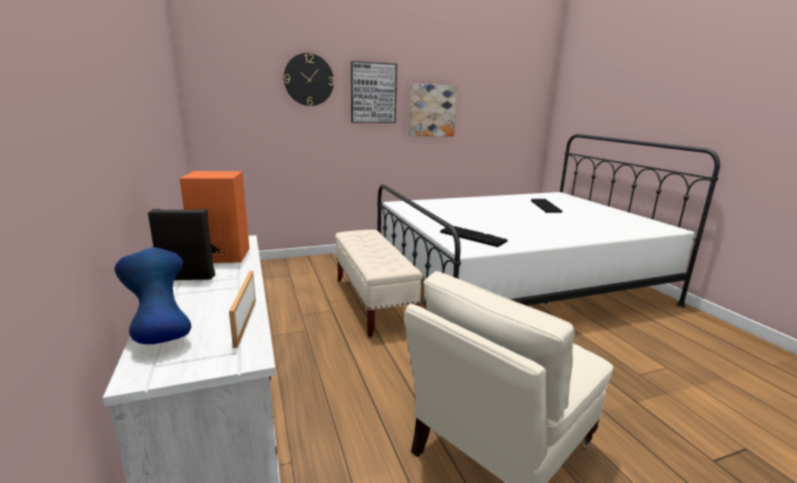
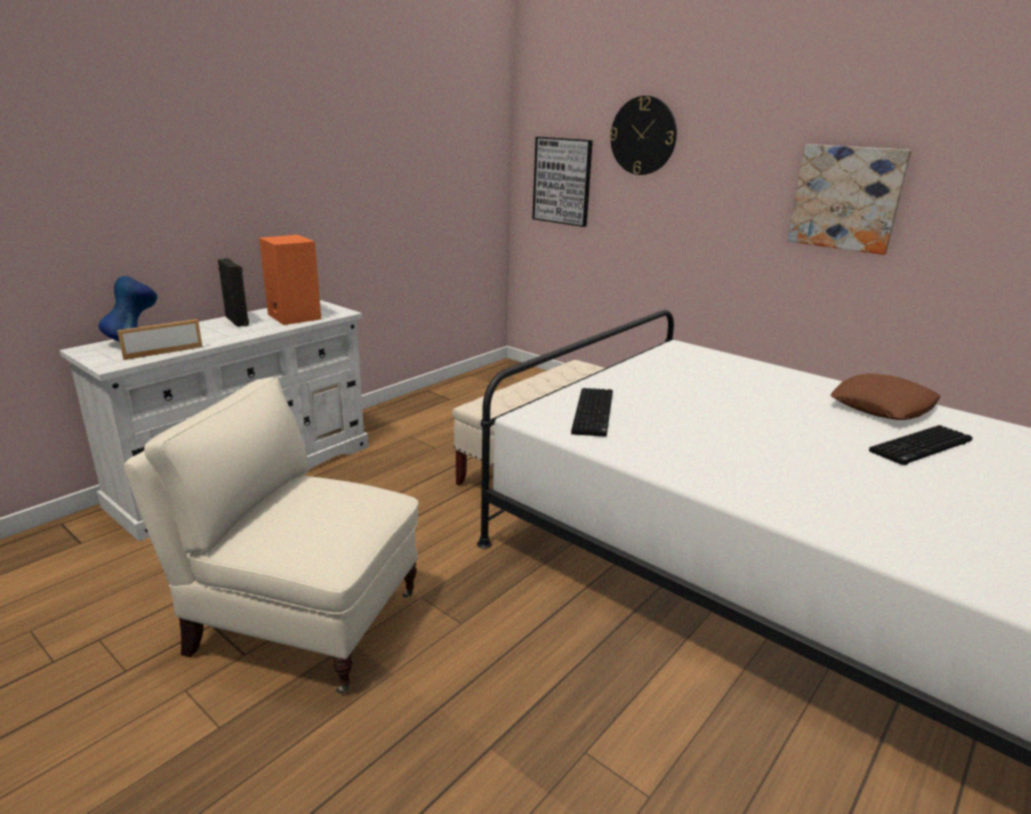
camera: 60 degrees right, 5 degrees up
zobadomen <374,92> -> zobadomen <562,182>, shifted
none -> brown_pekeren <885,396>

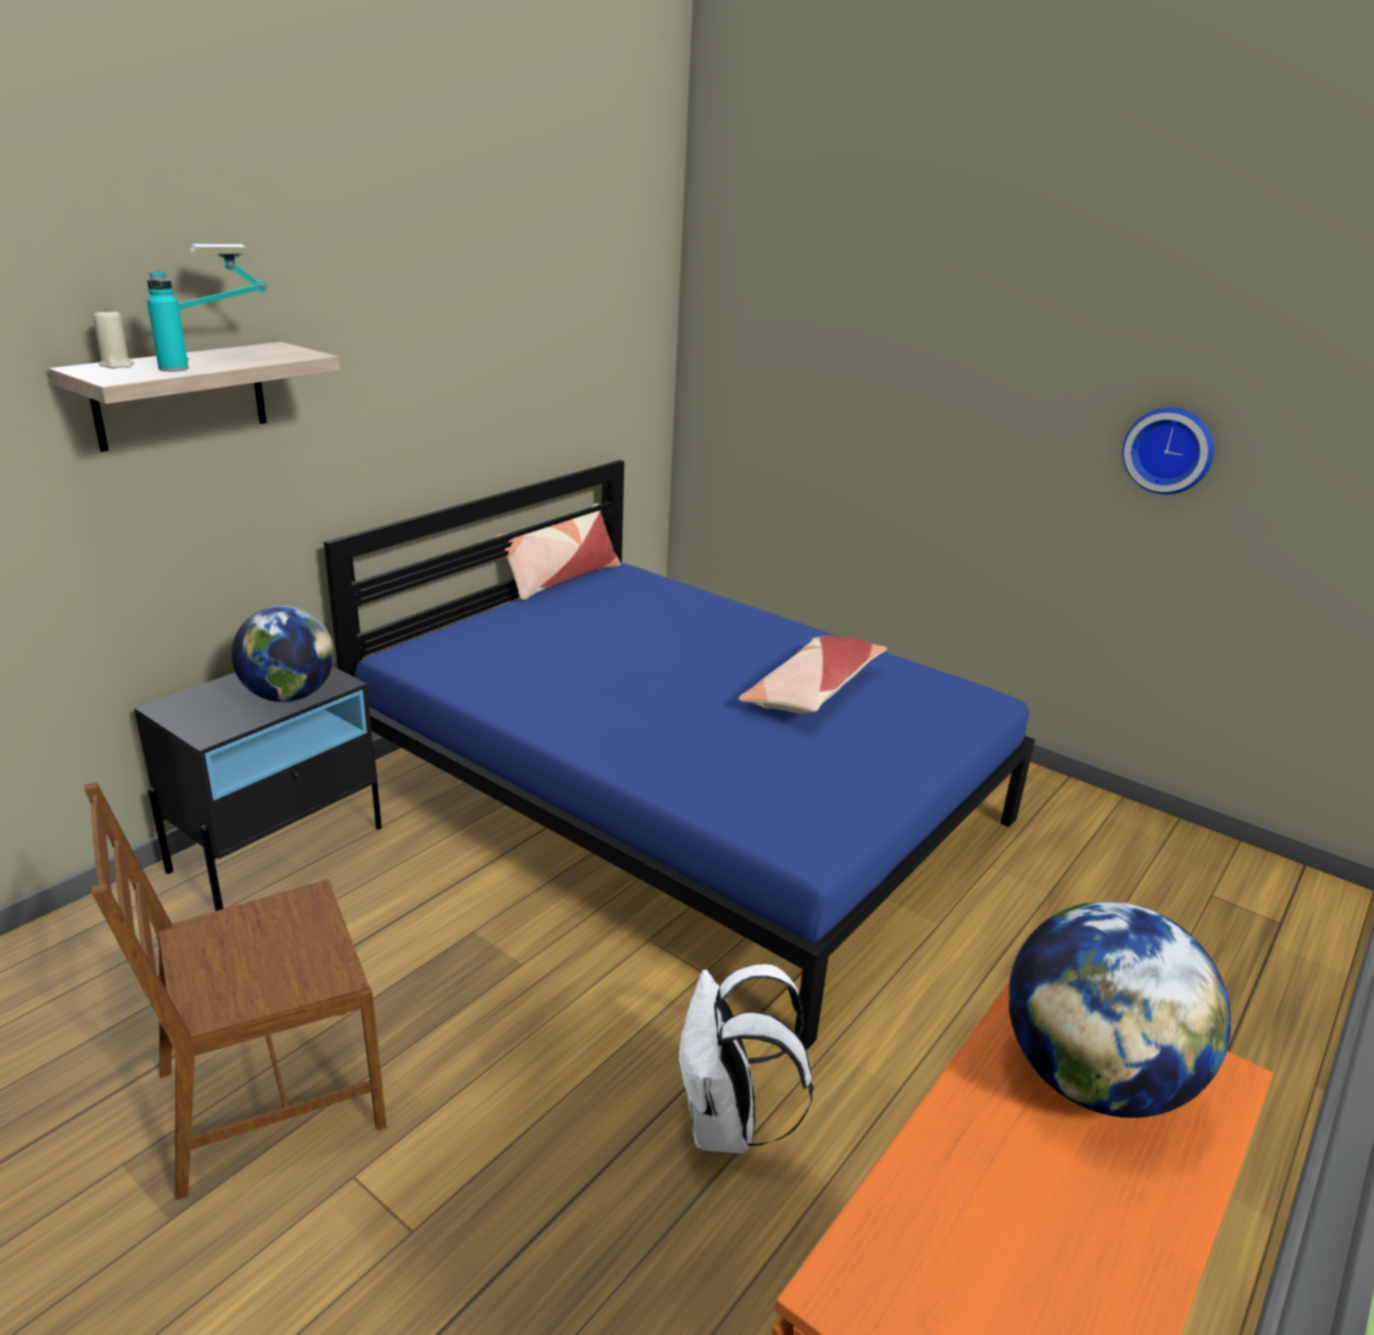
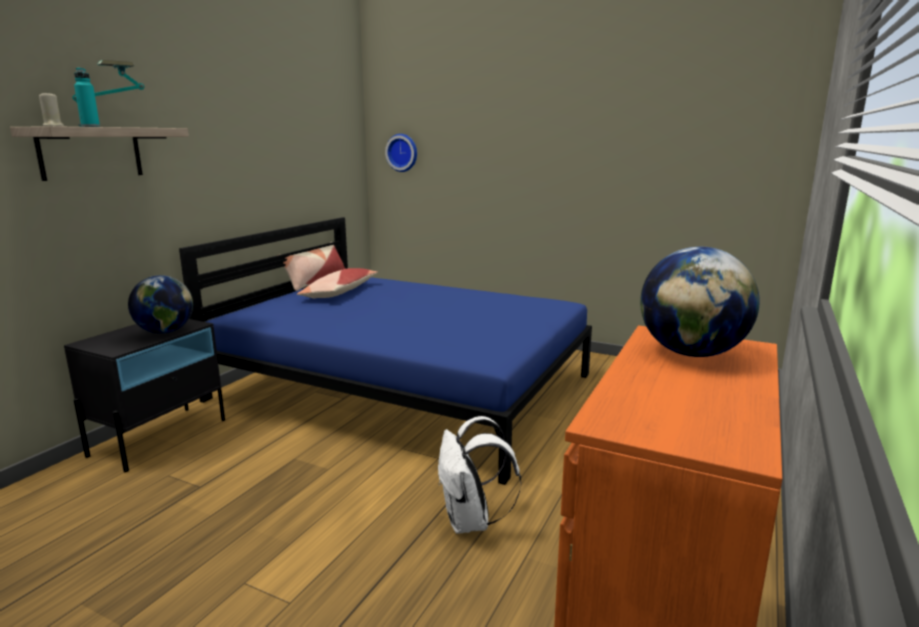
camera: 10 degrees left, 10 degrees down
pekeren <812,674> -> pekeren <337,283>, shifted
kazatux <1168,451> -> kazatux <401,153>, shifted
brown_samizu <235,991> -> none

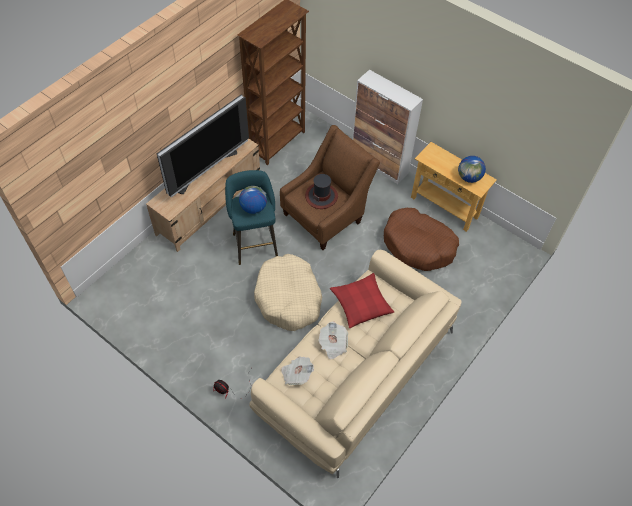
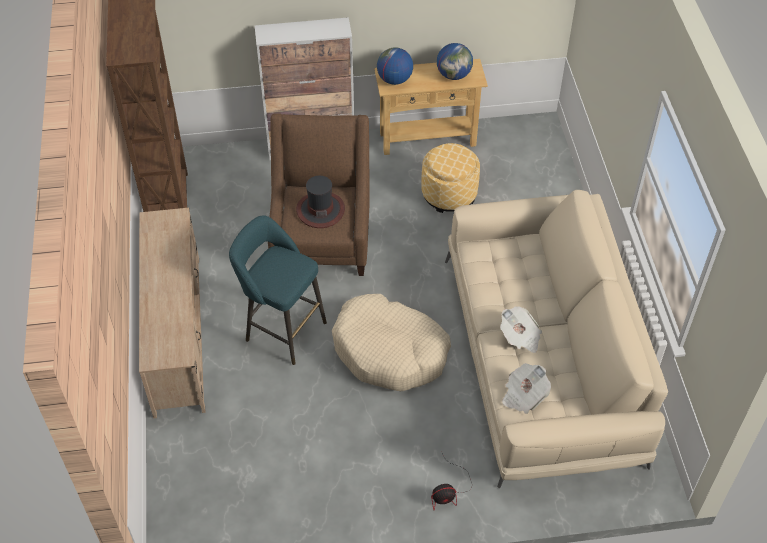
camera: 45 degrees left, 5 degrees down
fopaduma <253,200> -> fopaduma <395,66>, shifted
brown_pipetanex <421,239> -> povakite <451,178>
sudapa <203,145> -> none
red_pekeren <362,300> -> none

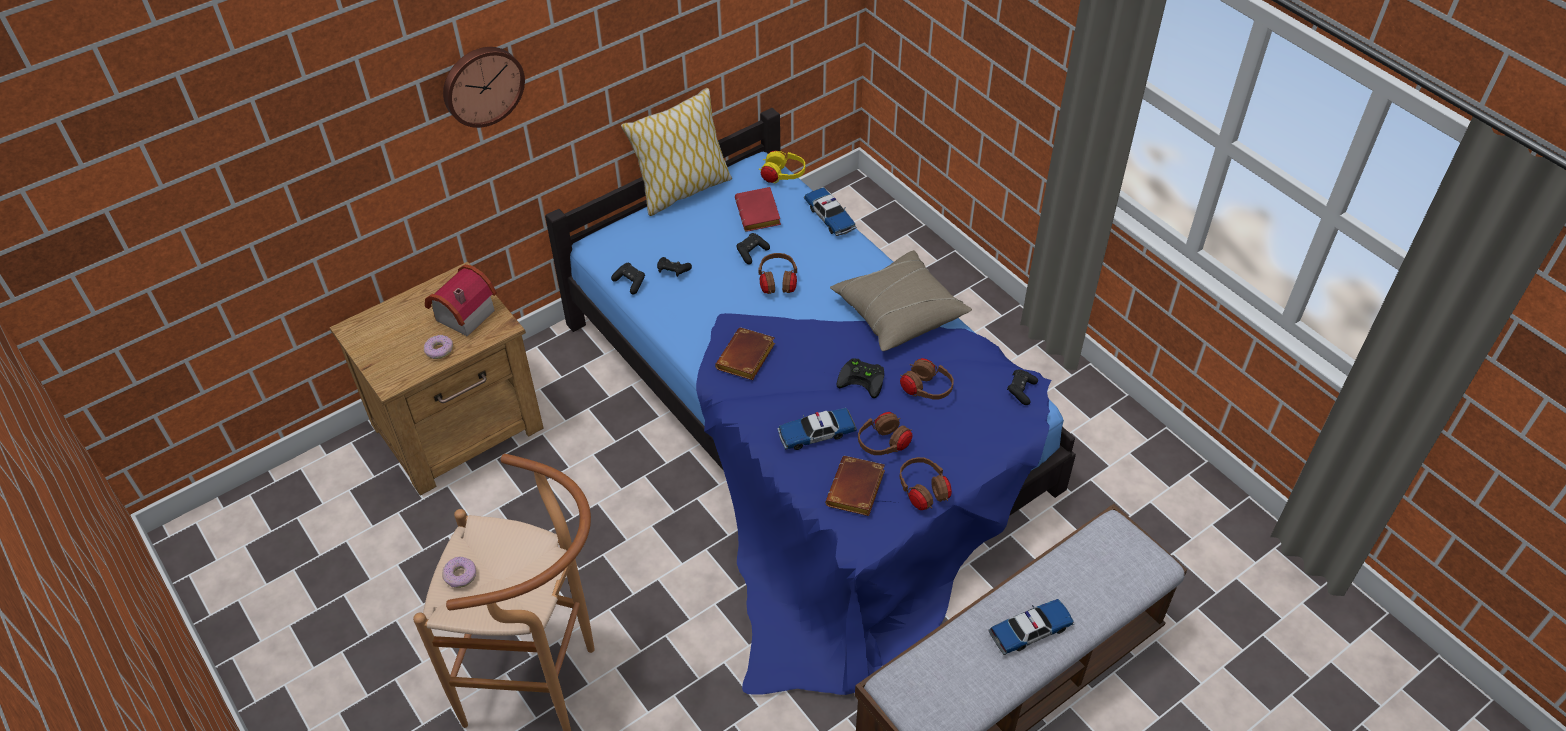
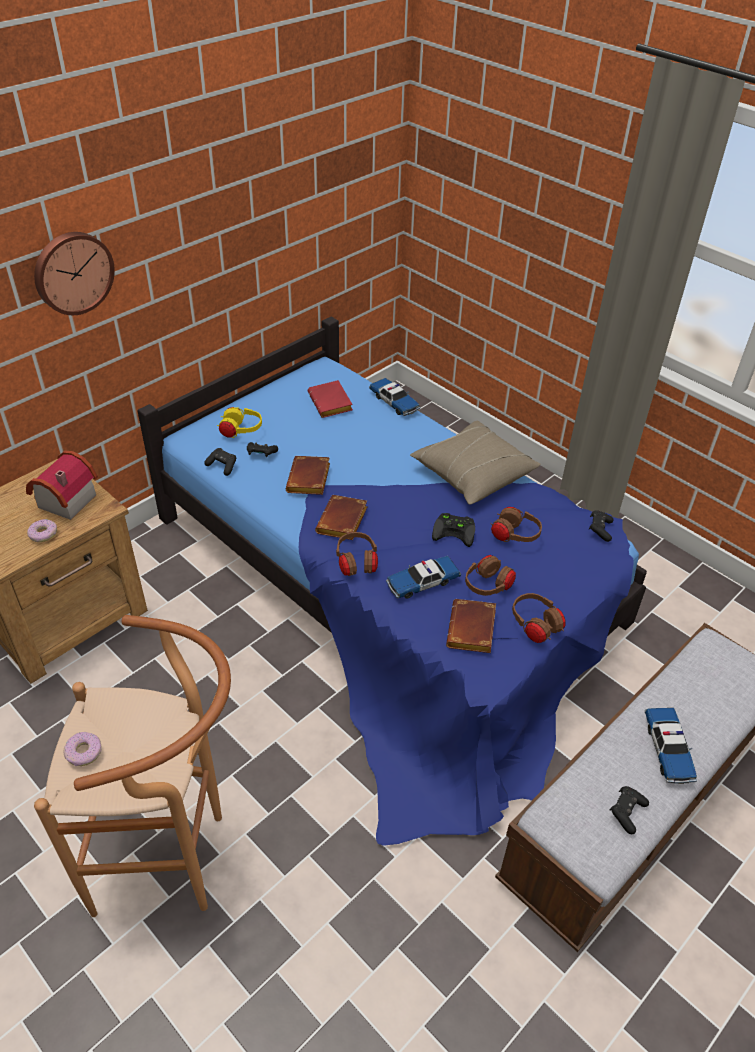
camera: 10 degrees left, 5 degrees down
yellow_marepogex <782,166> -> yellow_marepogex <239,422>, shifted
none -> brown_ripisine <308,475>
brown_marepogex <777,273> -> brown_marepogex <357,554>, shifted
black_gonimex <753,249> -> black_gonimex <629,810>, shifted
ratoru <1031,627> -> ratoru <671,746>, 120 degrees clockwise
pekeren <676,152> -> none

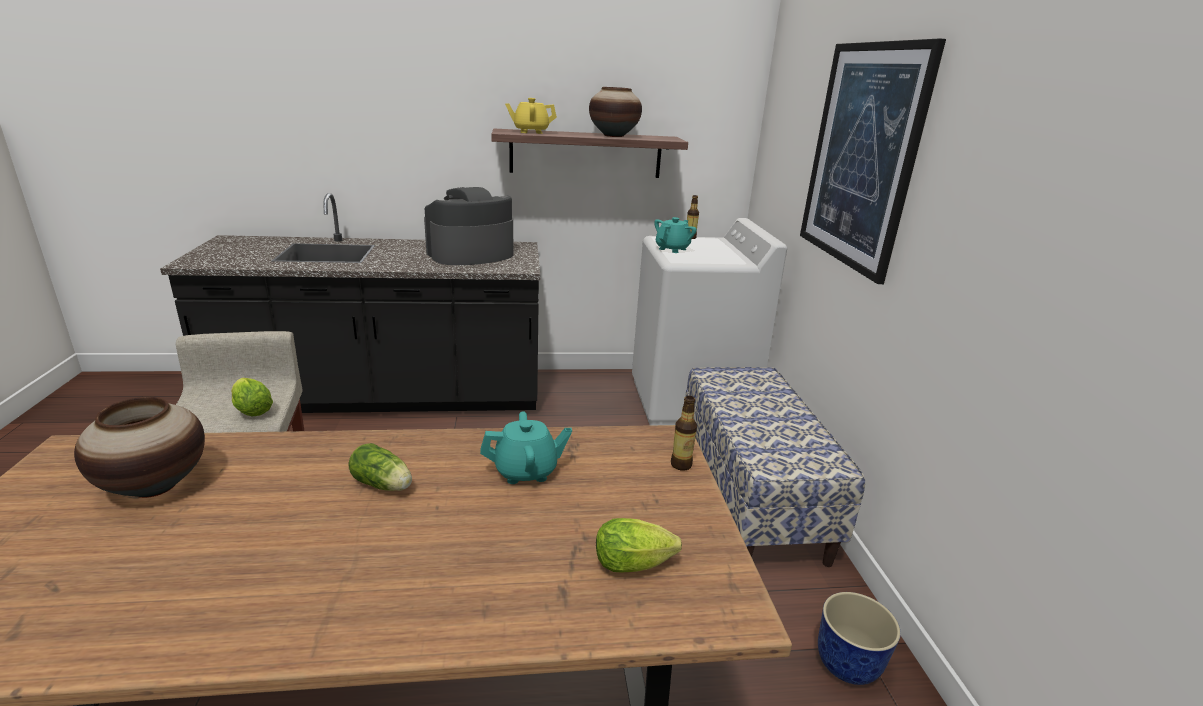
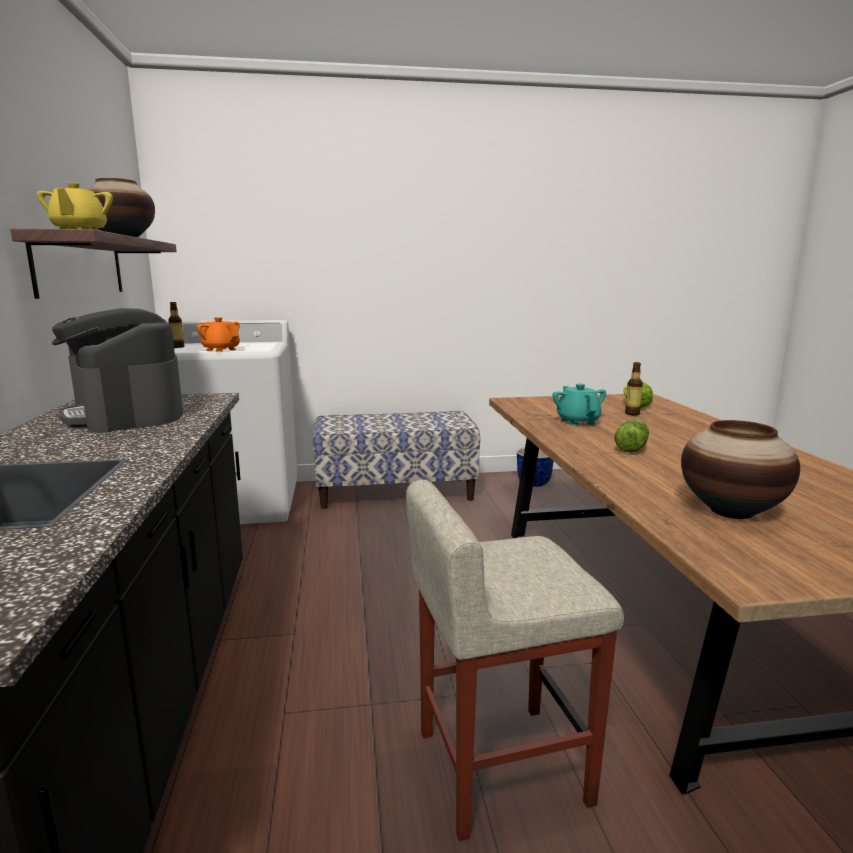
camera: 90 degrees left, 10 degrees down
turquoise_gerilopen <675,235> -> orange_gerilopen <218,334>
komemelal <684,433> -> komemelal <634,388>, shifted
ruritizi <252,397> -> none
zobadomen <873,161> -> none

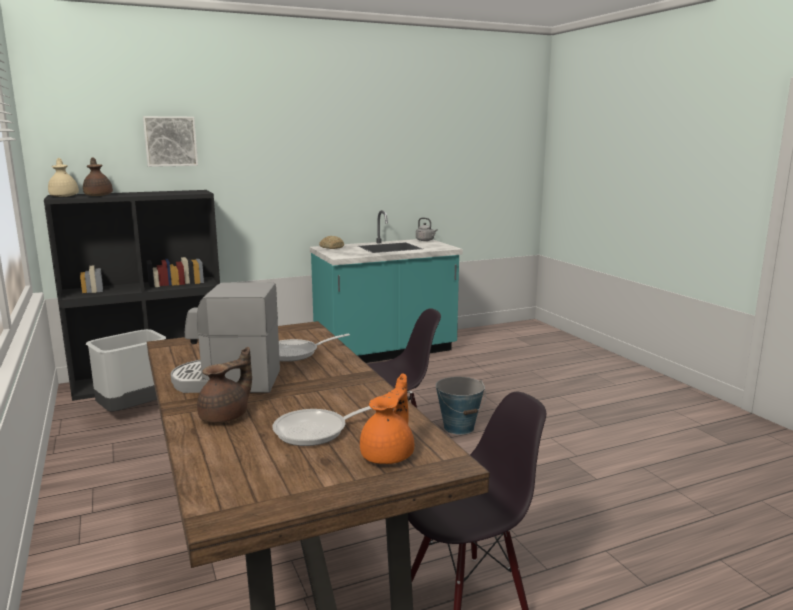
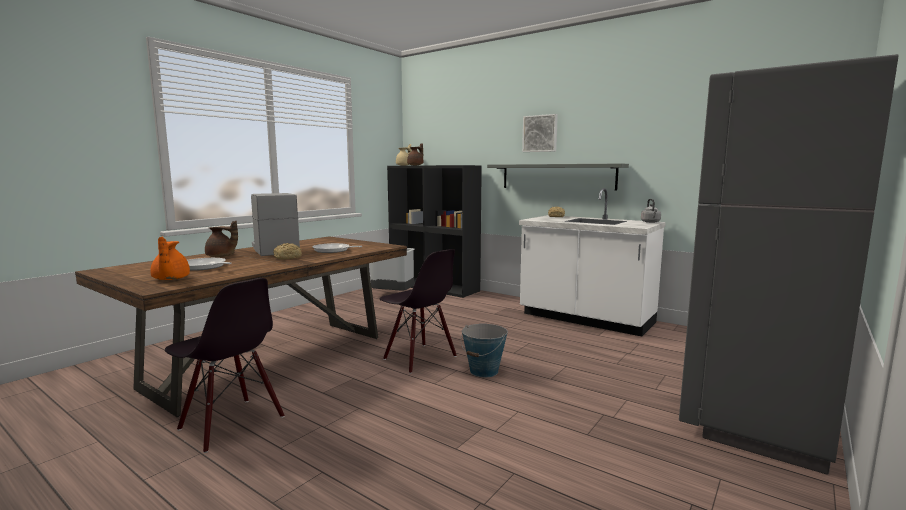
camera: 60 degrees right, 5 degrees down
orange_gerilopen <387,418> -> orange_gerilopen <170,258>, 75 degrees clockwise
none -> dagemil <288,251>
none -> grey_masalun <558,177>
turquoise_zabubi <386,286> -> white_zabubi <592,262>
zobadomen <170,141> -> zobadomen <540,133>, shifted
none -> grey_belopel <788,264>

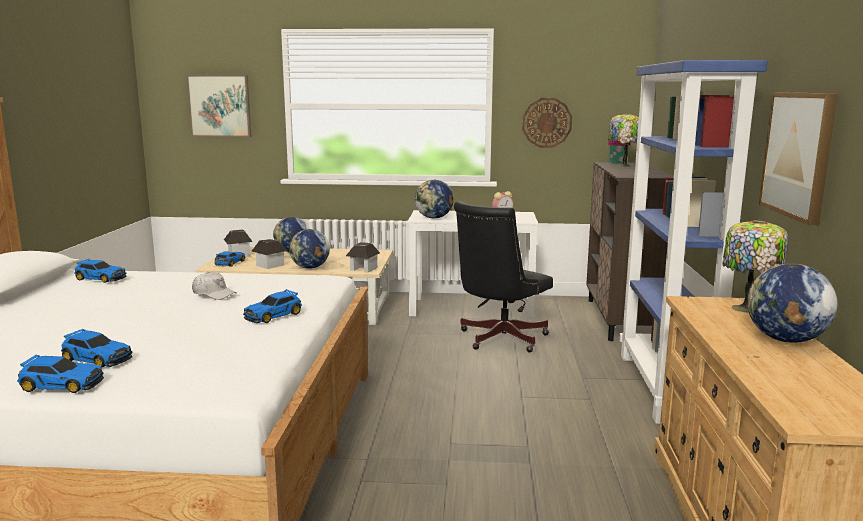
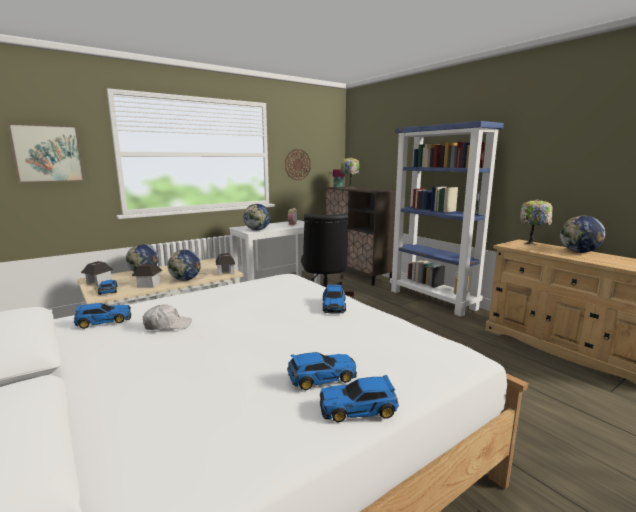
camera: 40 degrees left, 0 degrees up
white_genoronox <214,286> -> white_genoronox <167,317>, shifted
ratoru <60,373> -> ratoru <359,398>, 150 degrees counterclockwise
zobadomen <798,159> -> none

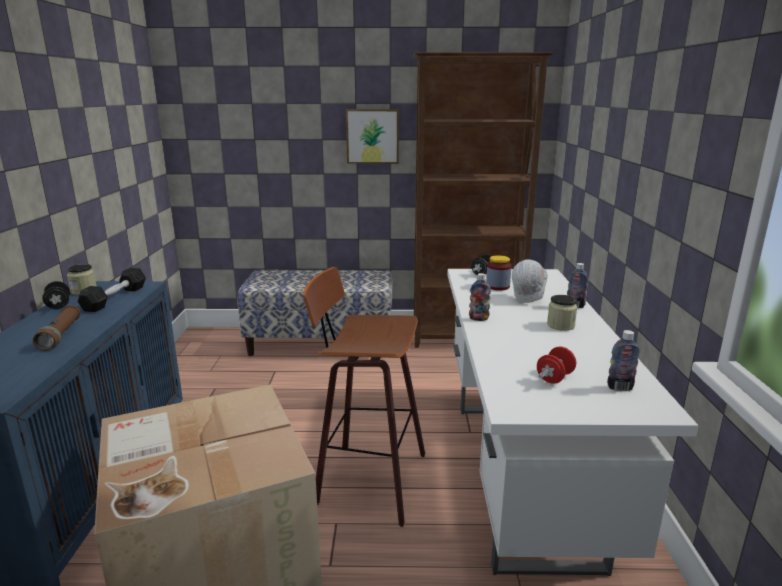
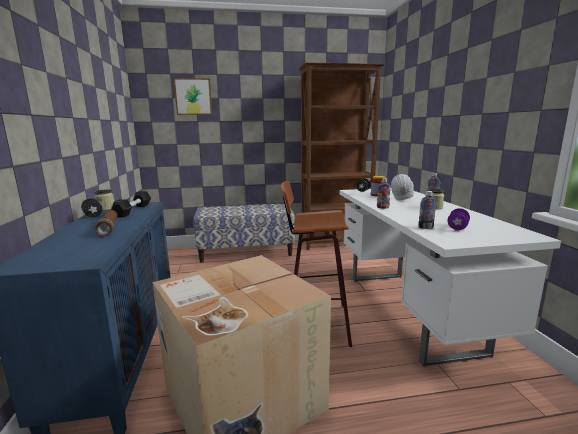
camera: 10 degrees left, 5 degrees down
zobadomen <372,136> -> zobadomen <193,96>, shifted
komemelal <623,360> -> komemelal <427,210>, shifted
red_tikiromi <556,365> -> purple_tikiromi <458,219>

